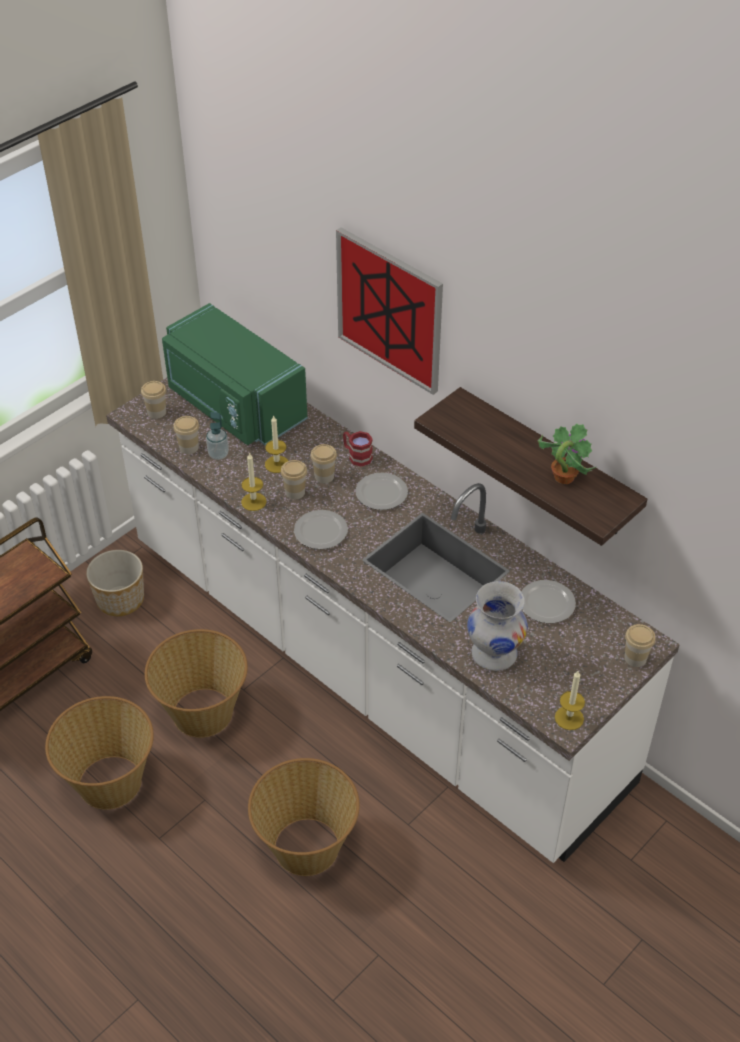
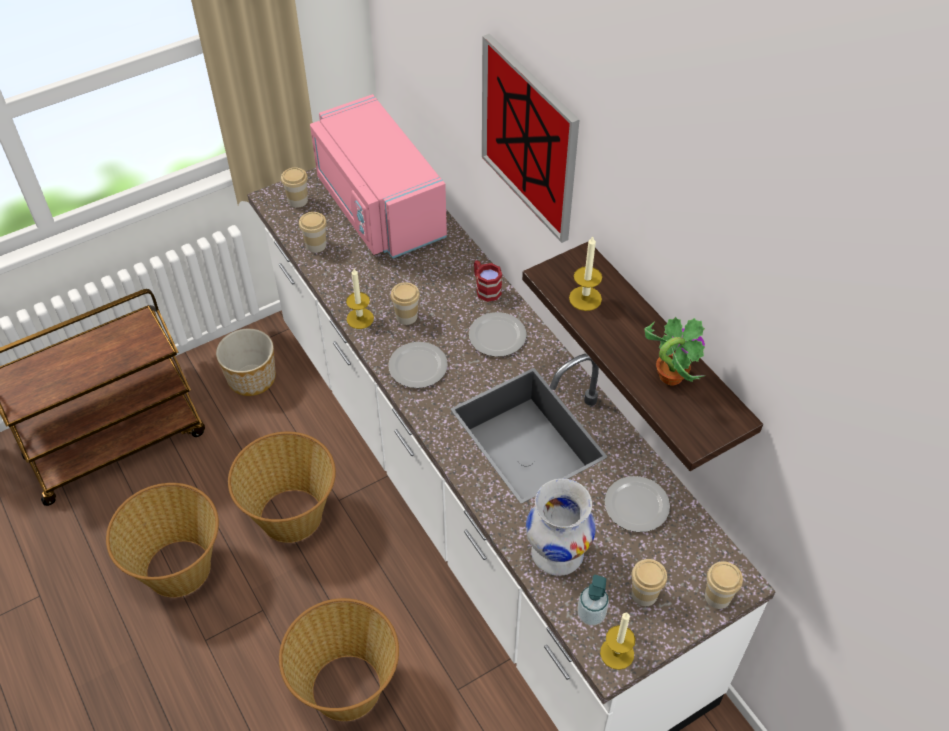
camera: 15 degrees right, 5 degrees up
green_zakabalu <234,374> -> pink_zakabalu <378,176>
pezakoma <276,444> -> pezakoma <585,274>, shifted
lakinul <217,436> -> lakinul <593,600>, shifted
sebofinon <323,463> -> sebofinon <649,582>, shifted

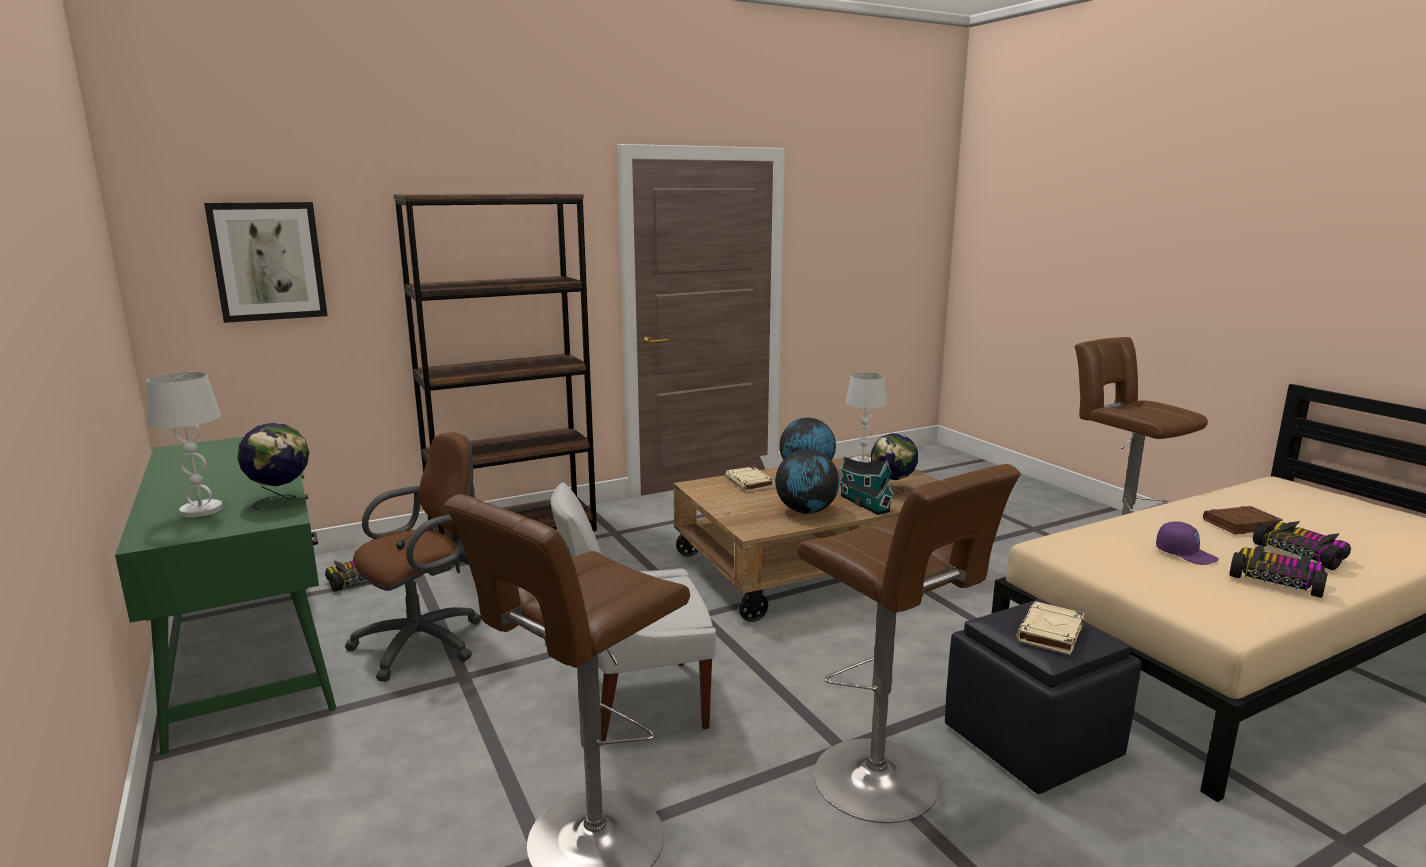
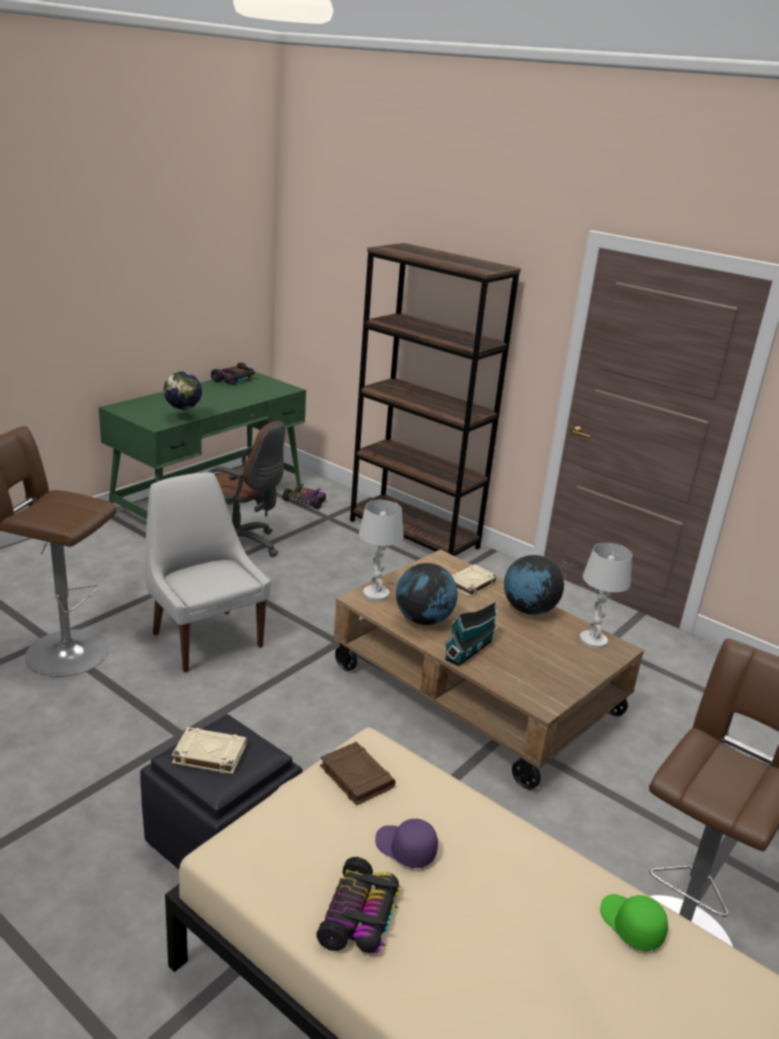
camera: 65 degrees right, 10 degrees up
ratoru <1302,545> -> ratoru <233,374>, shifted
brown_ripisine <1243,520> -> brown_ripisine <357,773>, shifted
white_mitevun <184,444> -> white_mitevun <381,550>, shifted
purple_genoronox <1187,543> -> purple_genoronox <406,843>, 105 degrees clockwise
none -> green_genoronox <634,922>
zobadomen <266,262> -> none
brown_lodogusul <909,643> -> none
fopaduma <894,463> -> none

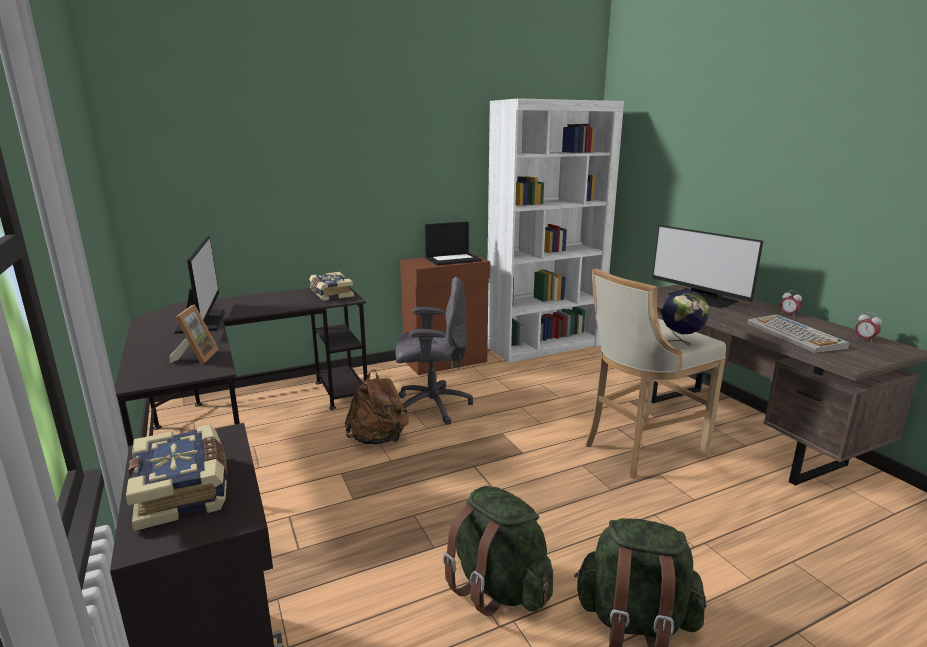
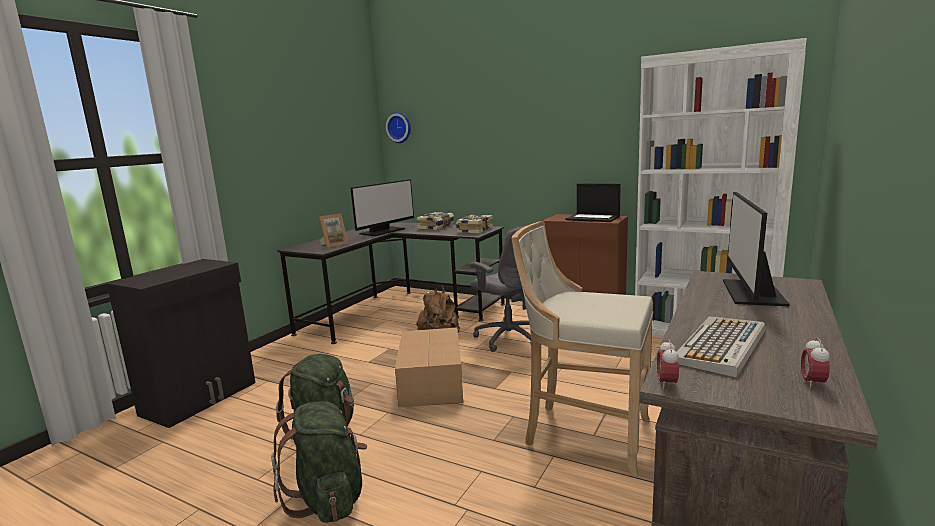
camera: 55 degrees right, 5 degrees down
none -> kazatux <398,127>
none -> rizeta <429,368>
ripisine <176,477> -> ripisine <435,221>, shifted
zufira <791,303> -> zufira <668,364>, shifted
fopaduma <685,318> -> none

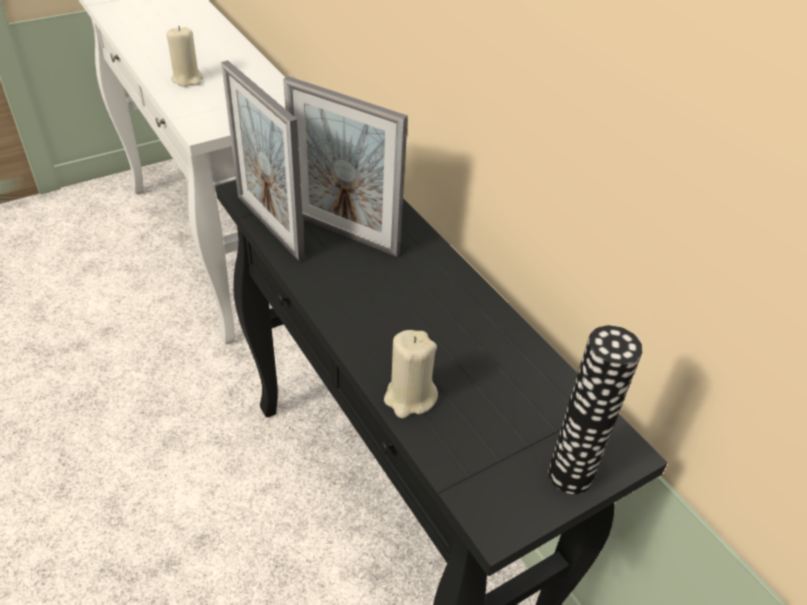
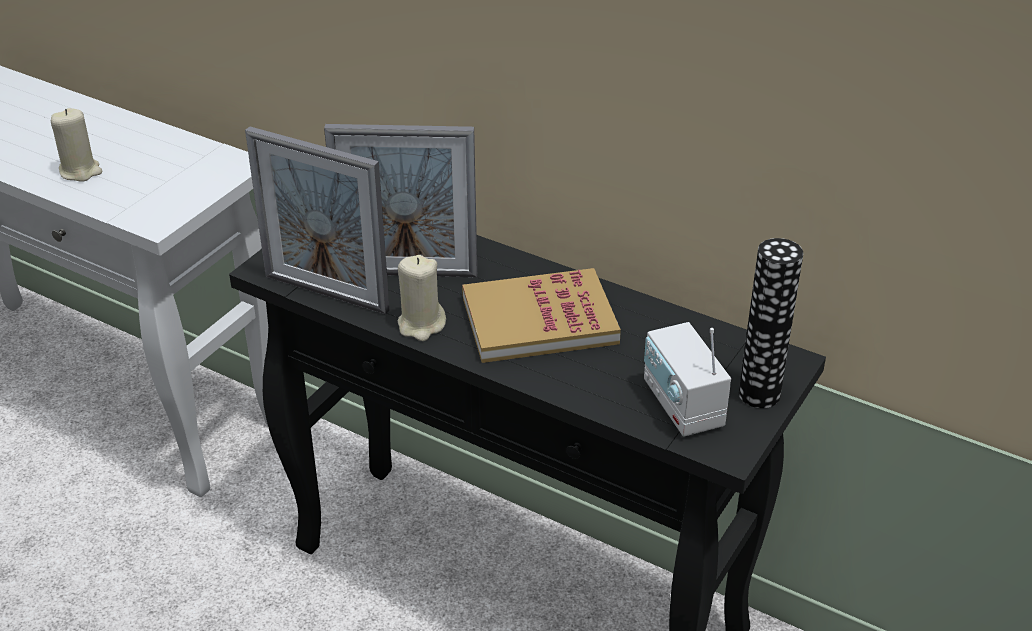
camera: 25 degrees left, 5 degrees down
beige_pezakoma <411,374> -> beige_pezakoma <421,298>, shifted
none -> ripisine <541,315>
none -> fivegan <687,379>

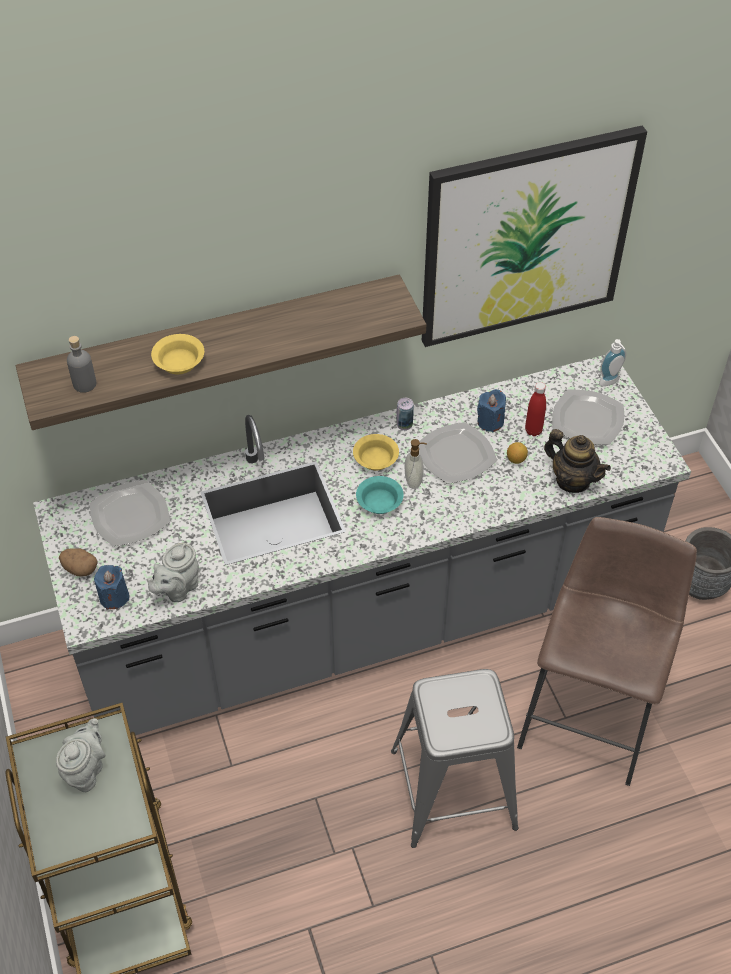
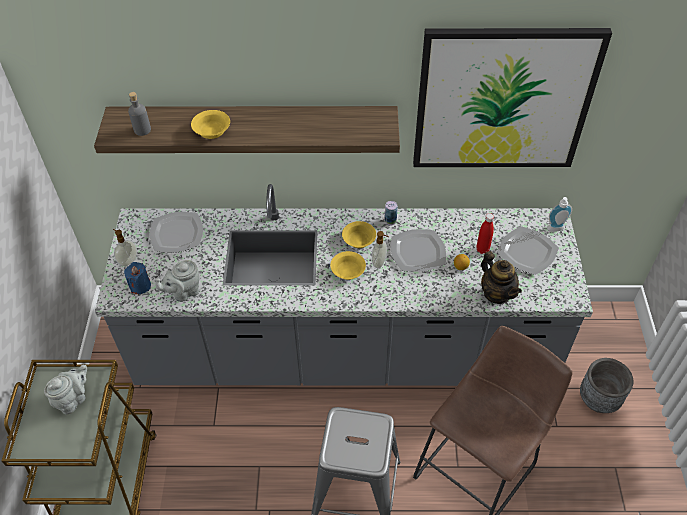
camera: 20 degrees right, 0 degrees up
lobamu <78,562> -> lakinul <125,247>
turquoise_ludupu <379,495> -> yellow_ludupu <348,265>
blue_pezakoma <491,410> -> none

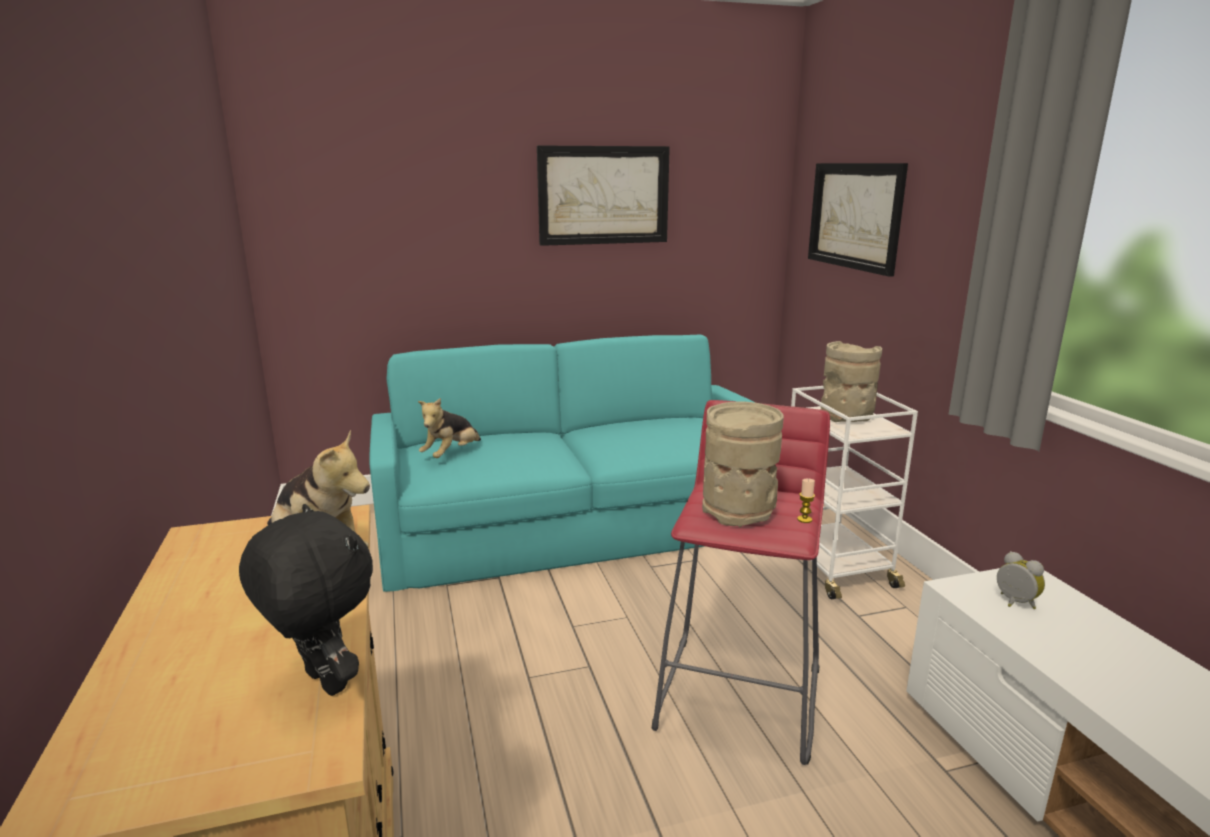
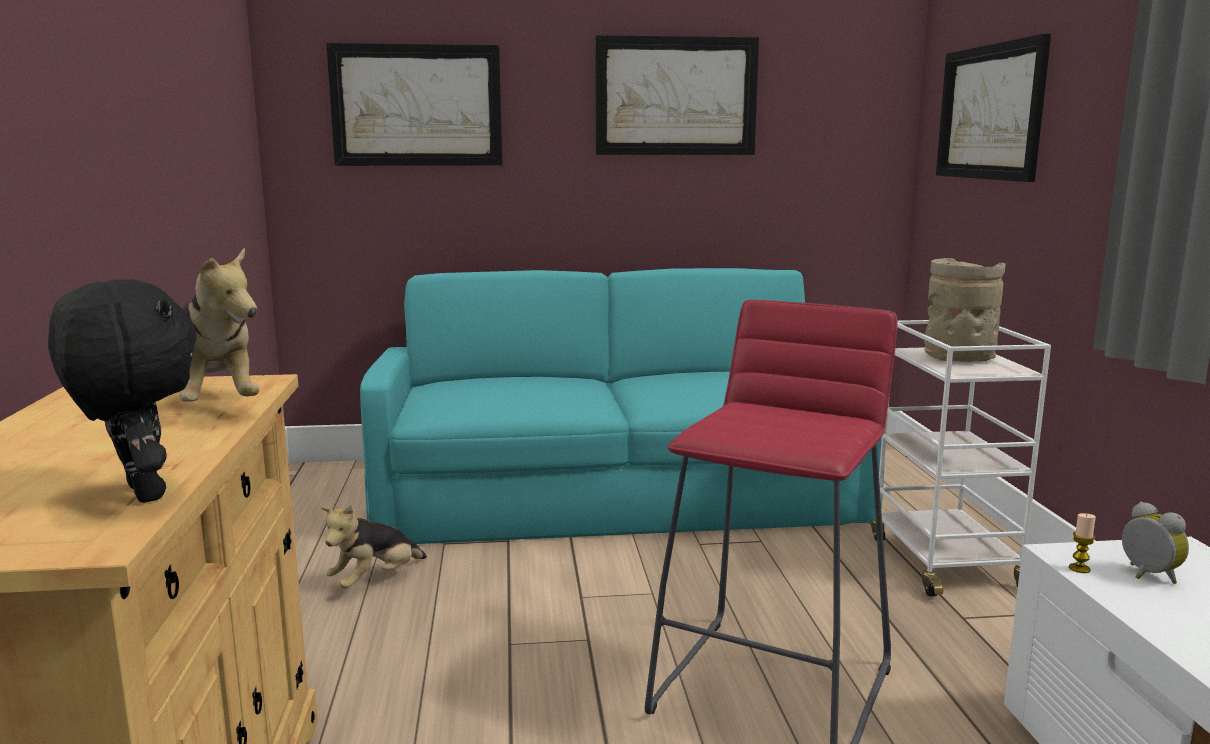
camera: 10 degrees right, 5 degrees down
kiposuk <449,428> -> kiposuk <374,547>, shifted
none -> zobadomen <414,104>
pezakoma <806,501> -> pezakoma <1082,543>, shifted
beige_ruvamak <743,464> -> none

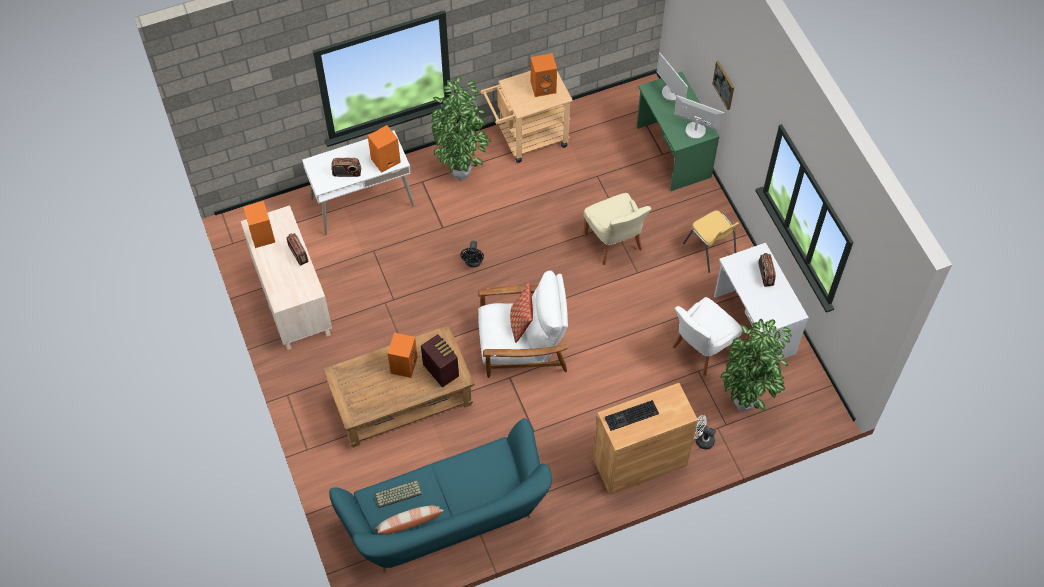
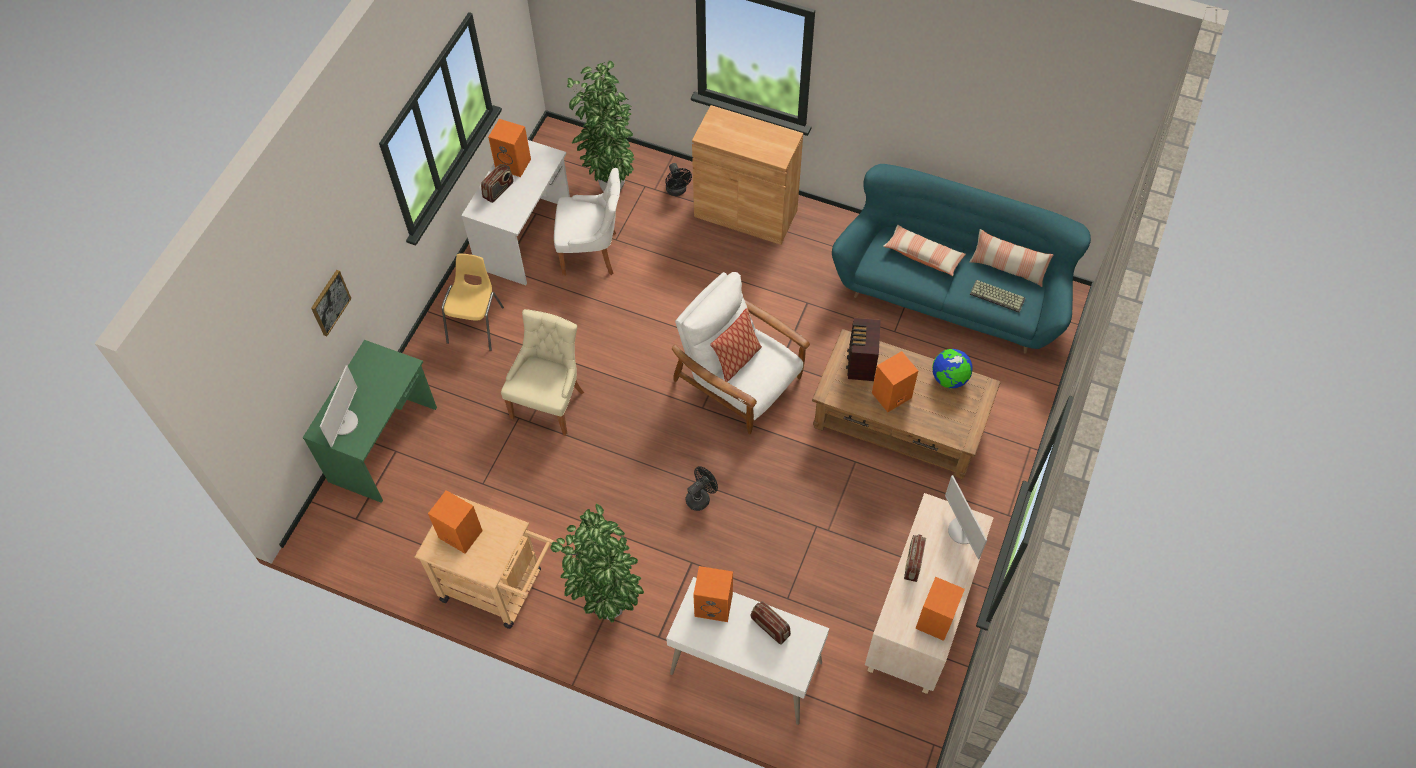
camera: 135 degrees left, 0 degrees up
none -> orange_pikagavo <509,148>
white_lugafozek <705,432> -> black_lugafozek <678,179>
none -> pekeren <924,250>
none -> fopaduma <952,369>
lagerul <699,117> -> lagerul <966,517>, shifted
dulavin <632,415> -> none

